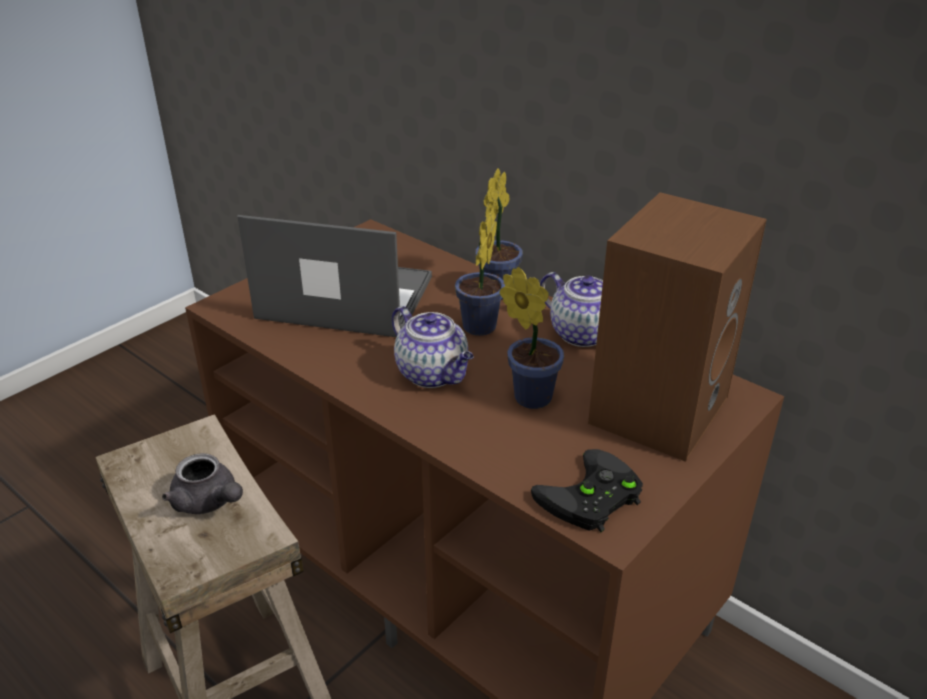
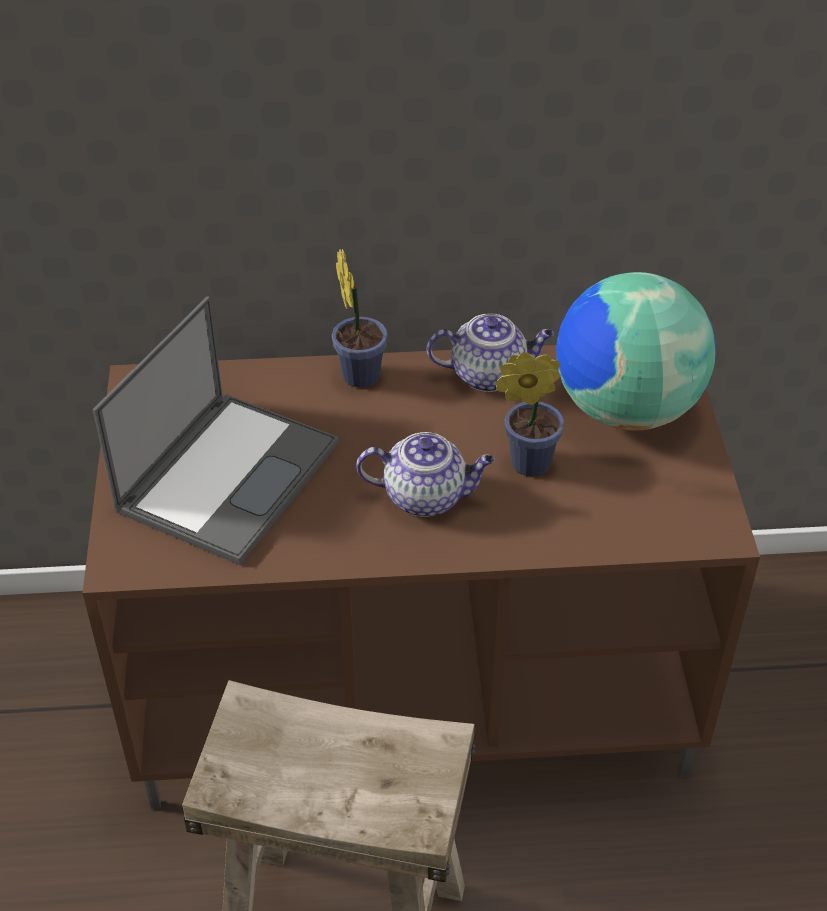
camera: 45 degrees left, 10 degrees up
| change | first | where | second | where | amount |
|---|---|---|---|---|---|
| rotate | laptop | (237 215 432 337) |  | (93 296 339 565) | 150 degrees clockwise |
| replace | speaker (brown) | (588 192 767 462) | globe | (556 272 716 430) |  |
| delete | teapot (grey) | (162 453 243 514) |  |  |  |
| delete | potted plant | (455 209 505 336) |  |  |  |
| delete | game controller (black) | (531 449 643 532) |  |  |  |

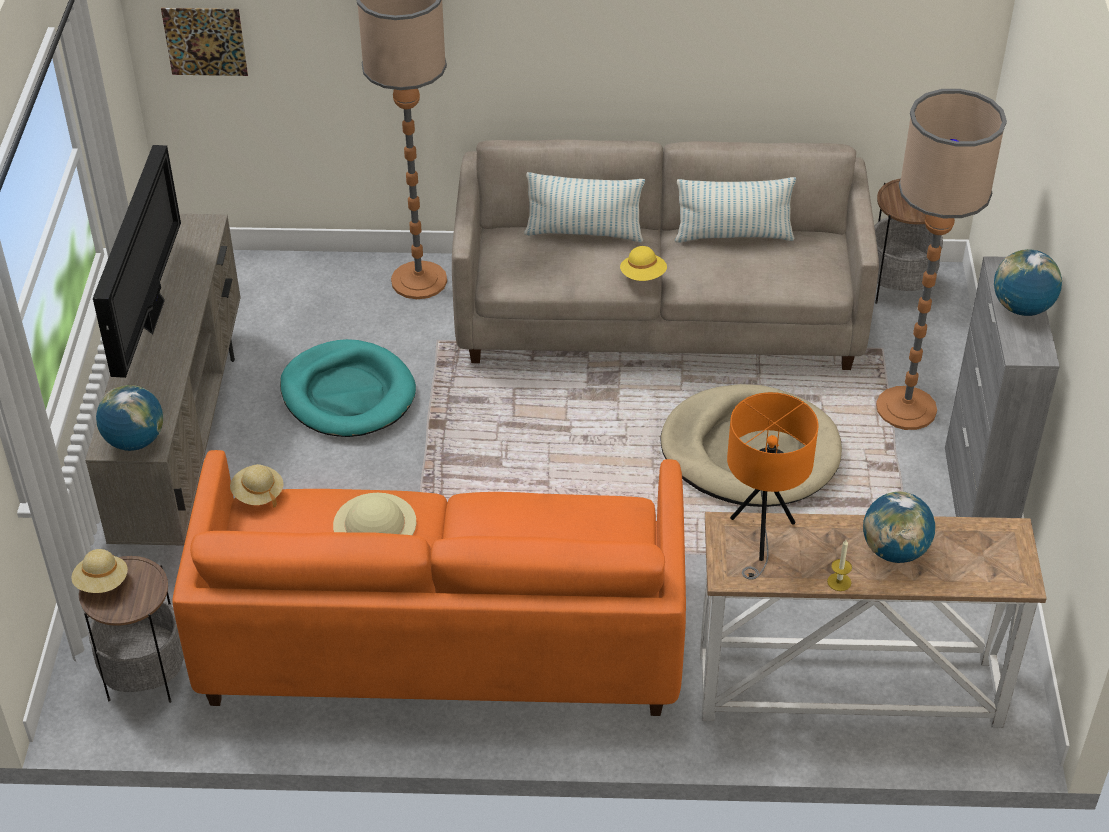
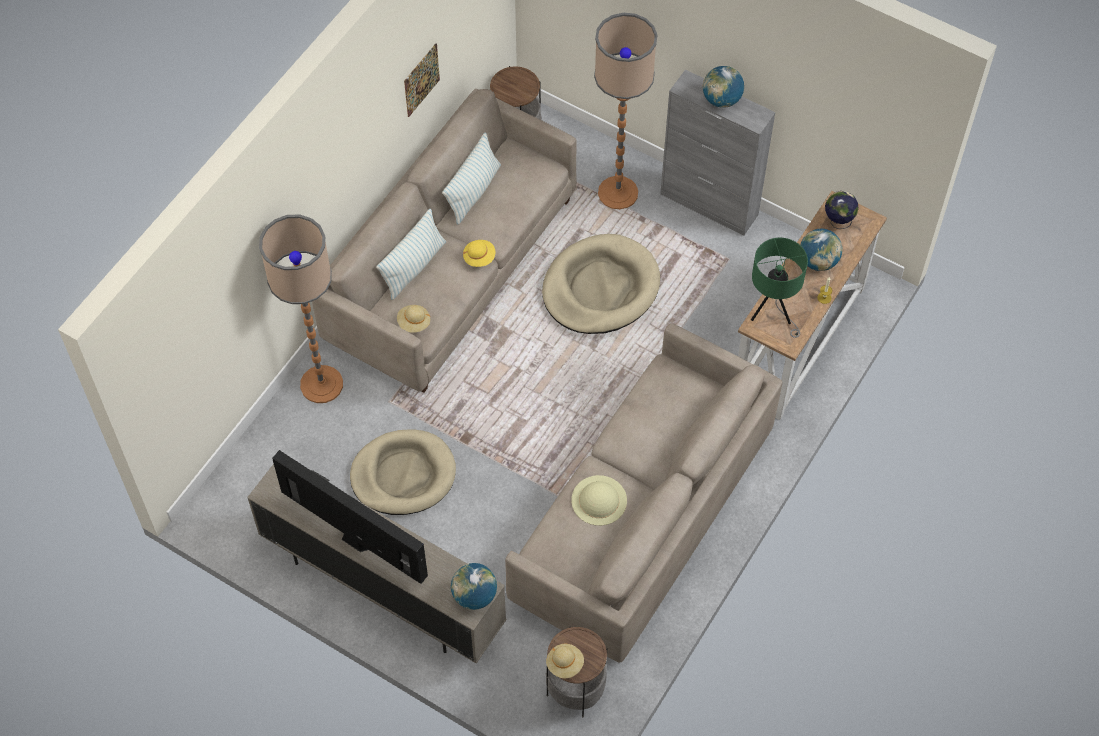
camera: 60 degrees left, 15 degrees up
| change | first | where | second | where | amount |
|---|---|---|---|---|---|
| recolor | dog bed (turquoise) | (280 339 416 437) | dog bed (beige) | (350 430 456 515) |  |
| move | hat (beige) | (230 464 284 508) |  | (397 305 431 333) |  |
| move | picture | (161 8 248 76) |  | (404 43 440 117) |  |
| recolor | sofa (orange) | (173 450 686 716) | sofa (beige) | (505 324 782 662) |  |
| recolor | table lamp (orange) | (727 392 818 580) | table lamp (green) | (751 238 808 338) |  |
| insert |  |  | globe | (825 191 859 229) |  |

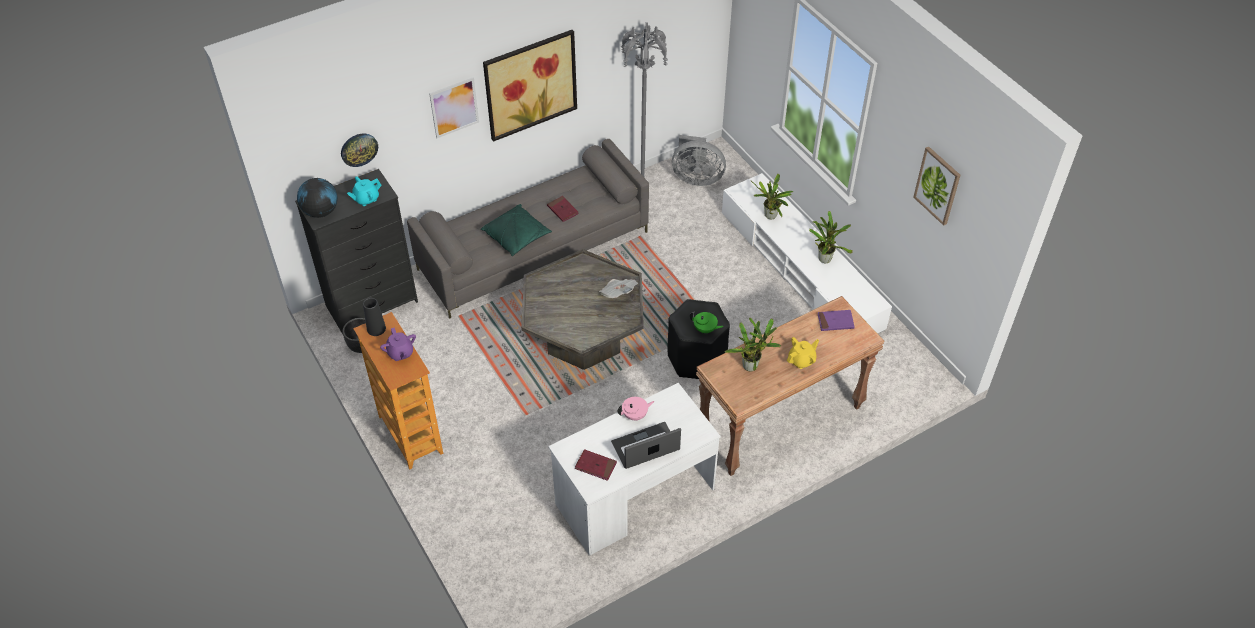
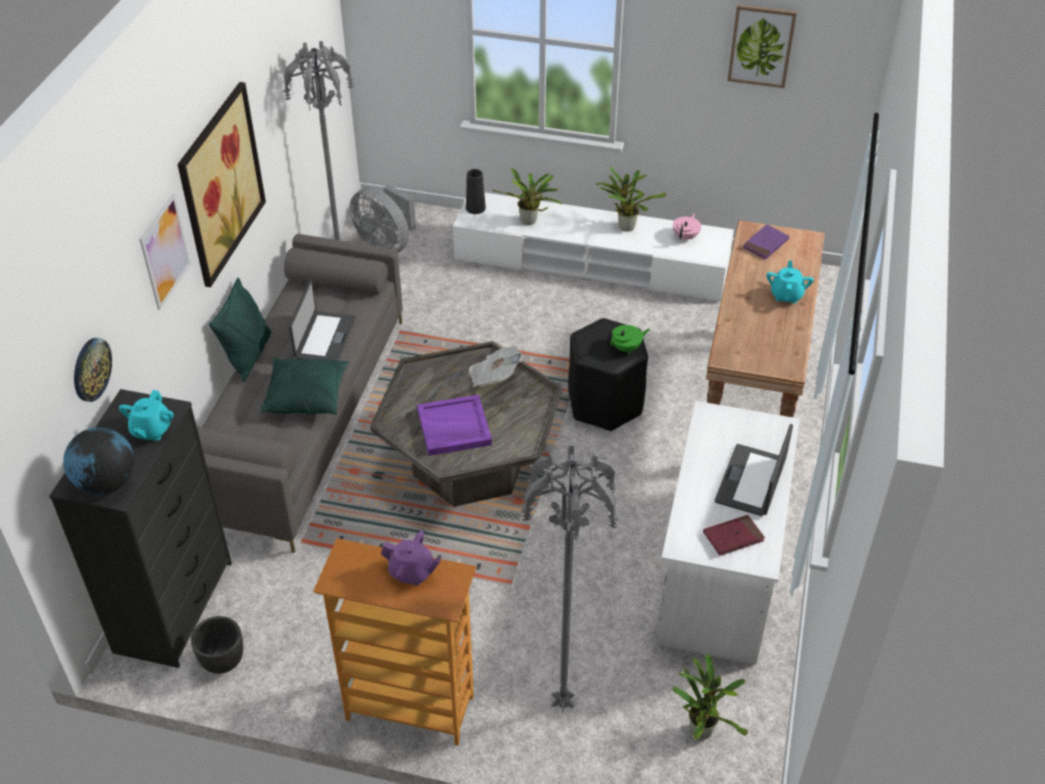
camera: 45 degrees left, 5 degrees down
| change | first | where | second | where | amount |
|---|---|---|---|---|---|
| insert |  |  | pillow (green) | (209 278 271 382) |  |
| replace | book (red) | (547 196 579 222) | laptop | (289 280 356 361) |  |
| rotate | fan (grey) | (672 135 726 186) |  | (350 185 416 253) | 75 degrees clockwise |
| insert |  |  | tray (purple) | (417 395 492 456) |  |
| move | vase (black) | (363 298 386 336) |  | (466 169 486 214) |  |
| insert |  |  | floor lamp (grey) | (521 445 619 713) |  |
| move | teapot (pink) | (618 397 654 421) |  | (673 213 701 241) |  |
| move | potted plant | (725 318 781 371) |  | (673 654 748 740) |  |
| recolor | teapot (yellow) | (787 337 819 369) | teapot (turquoise) | (766 260 814 303) |  |

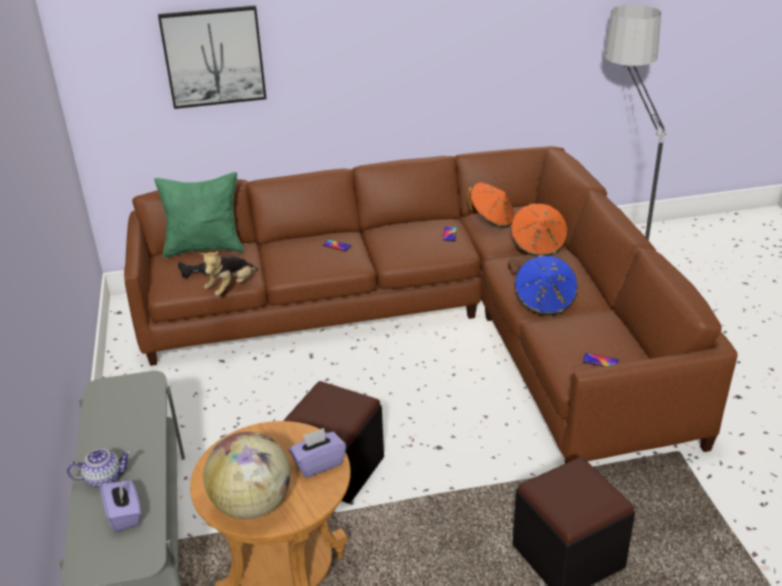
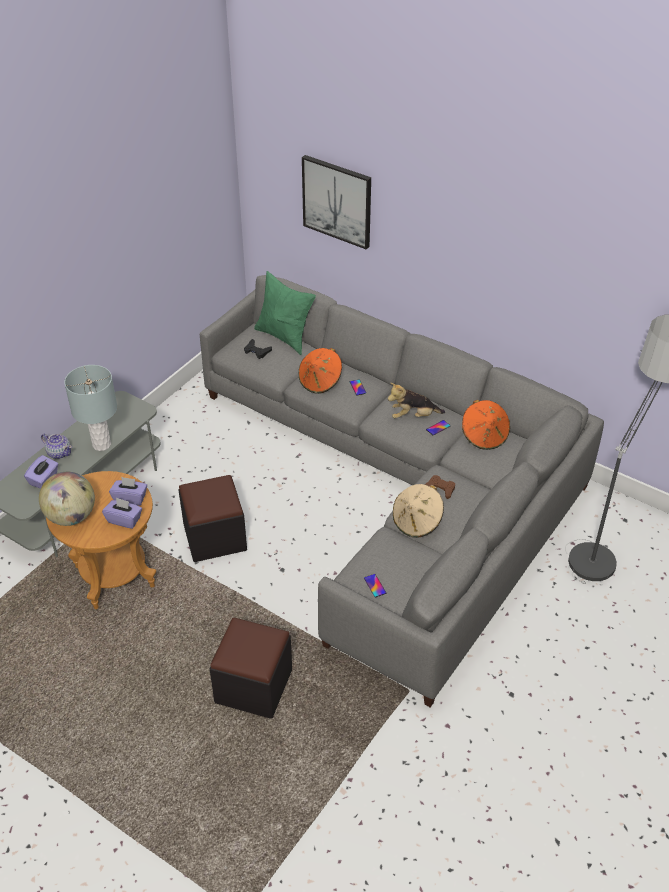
camera: 45 degrees right, 10 degrees up
| change | first | where | second | where | amount |
|---|---|---|---|---|---|
| insert |  |  | table lamp (grey) | (64 365 117 451) |  |
| insert |  |  | tissue box (purple) | (109 477 147 506) |  |
| recolor | sofa (brown) | (124 146 738 464) | sofa (grey) | (200 275 604 707) |  |
| move | hat (orange) | (510 203 568 256) |  | (298 348 342 394) |  |
| move | plush toy | (200 251 258 296) |  | (387 383 445 418) |  |
| recolor | hat (blue) | (514 255 578 315) | hat (beige) | (393 484 444 538) |  |

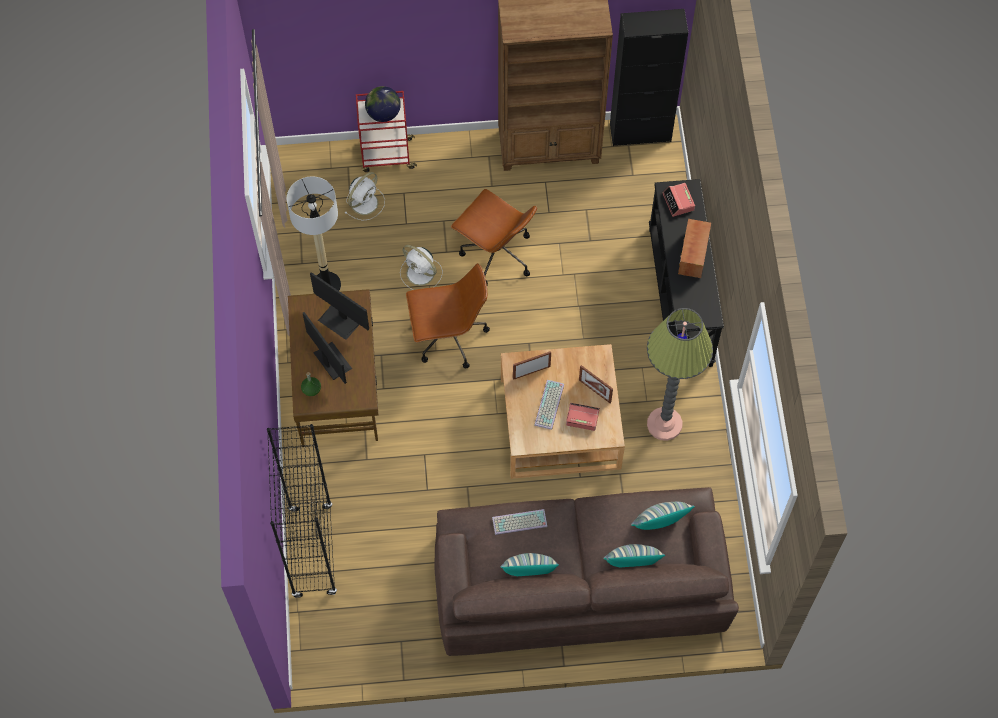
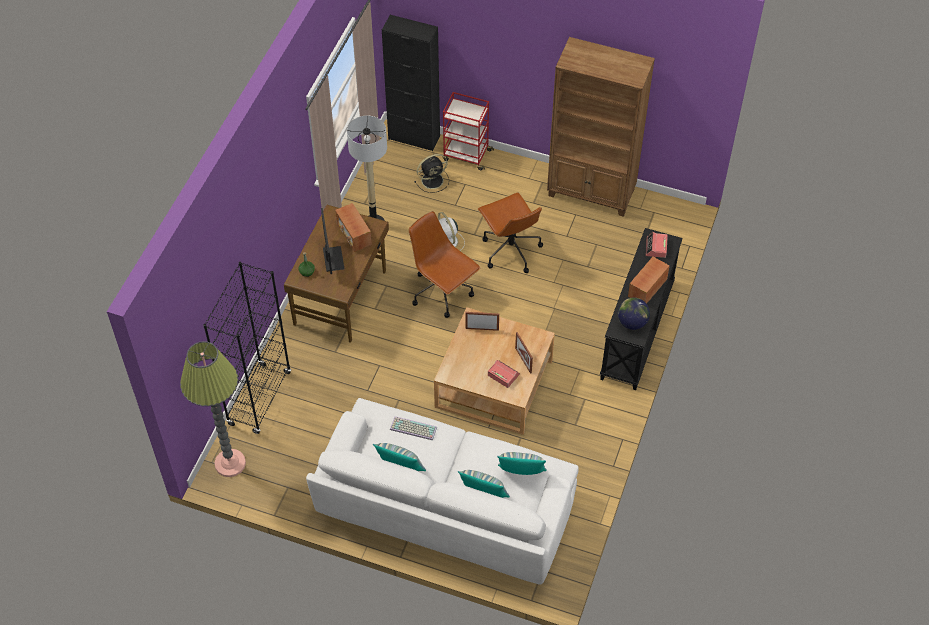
camera: 25 degrees right, 10 degrees down
| change | first | where | second | where | amount |
|---|---|---|---|---|---|
| move | floor lamp | (647 308 713 441) |  | (180 341 246 477) |  |
| recolor | sofa (brown) | (434 487 739 656) | sofa (white) | (306 398 579 585) |  |
| replace | monitor | (310 272 369 340) | radio | (335 203 372 252) |  |
| move | cabinet (black) | (610 9 688 146) |  | (382 15 440 151) |  |
| rotate | office chair (brown) | (406 263 490 369) |  | (409 211 480 318) | 150 degrees counterclockwise |
| recolor | fan (white) | (345 172 385 221) | fan (black) | (414 154 449 193) |  |
| move | globe | (365 86 401 122) |  | (618 298 650 330) |  |
| delete | keyboard | (534 380 564 430) |  |  |  |

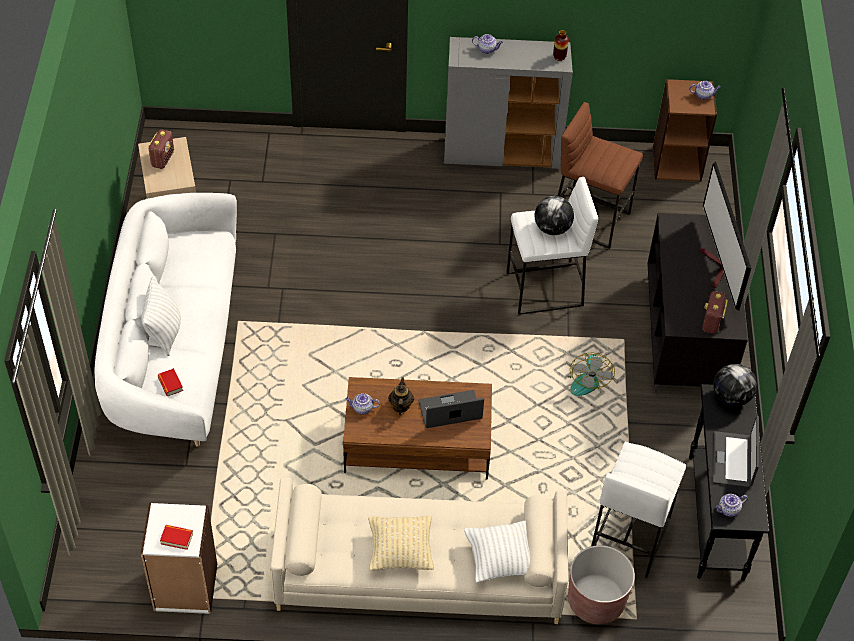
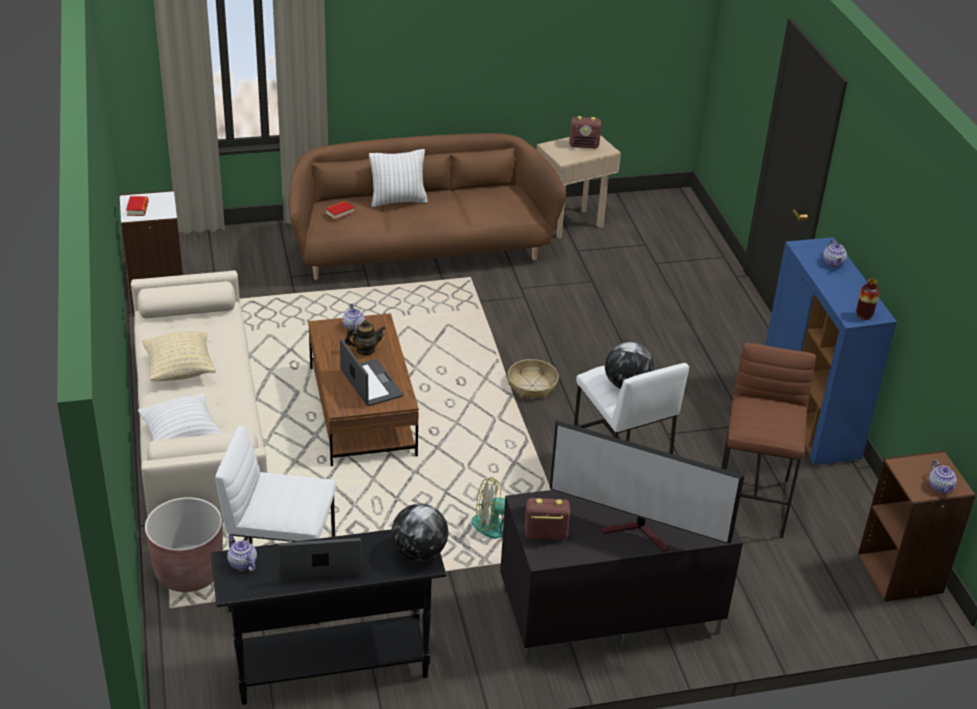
camera: 75 degrees right, 15 degrees down
| change | first | where | second | where | amount |
|---|---|---|---|---|---|
| recolor | sofa (white) | (95 193 237 447) | sofa (brown) | (289 133 566 280) |  |
| insert |  |  | basket | (508 359 559 399) |  |
| rotate | television | (700 161 751 310) |  | (550 420 745 552) | 135 degrees counterclockwise |
| recolor | cabinet (grey) | (444 37 573 169) | cabinet (blue) | (765 237 897 465) |  |

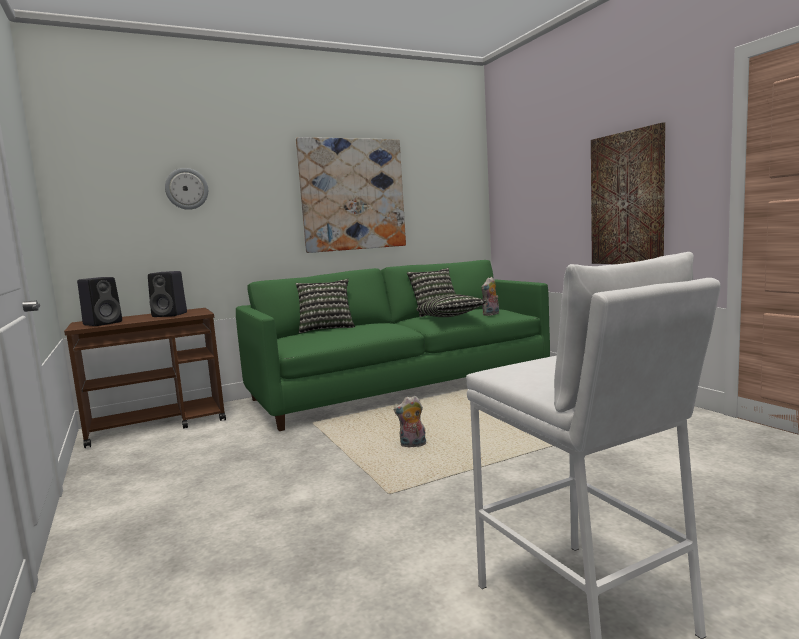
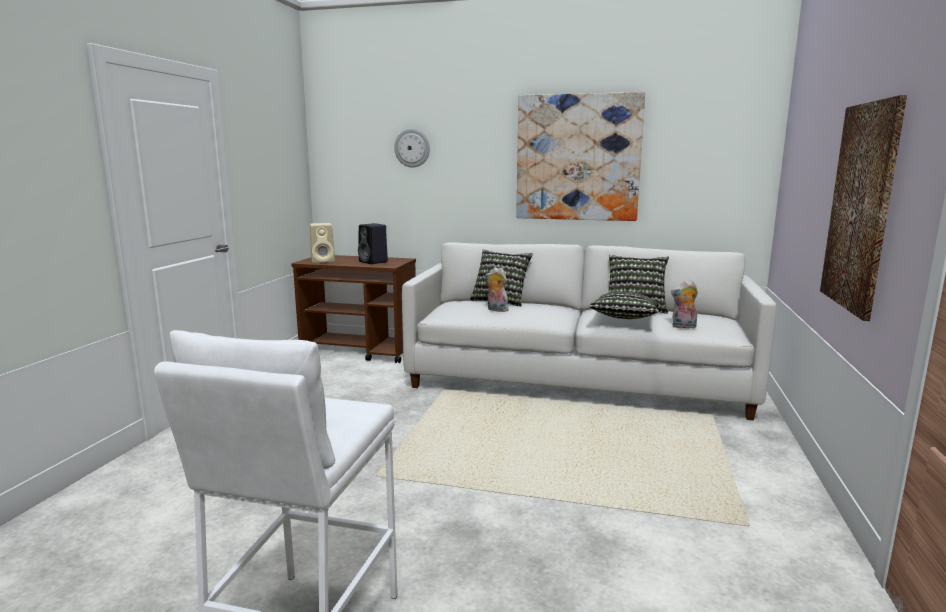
camera: 40 degrees right, 5 degrees up
| change | first | where | second | where | amount |
|---|---|---|---|---|---|
| recolor | speaker (black) | (77 277 122 326) | speaker (beige) | (310 223 335 263) |  |
| recolor | sofa (green) | (236 260 550 431) | sofa (white) | (402 242 776 420) |  |
| move | plush toy | (394 396 426 447) |  | (485 267 510 312) |  |

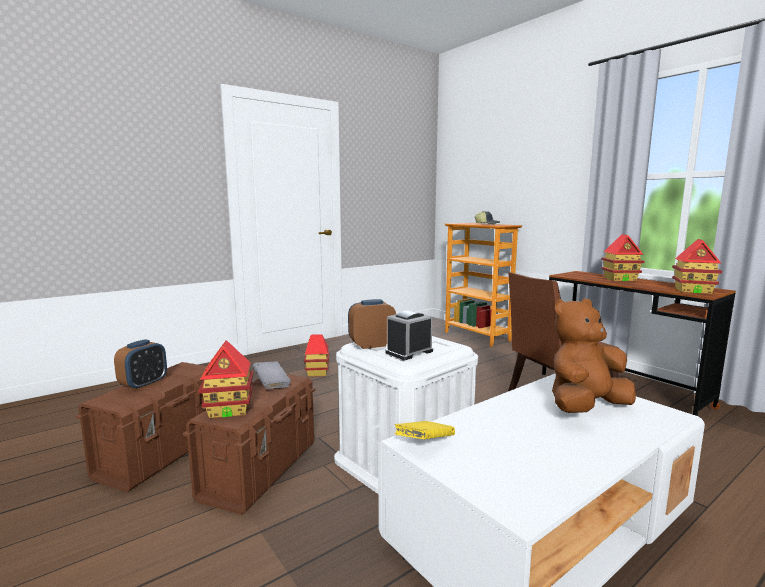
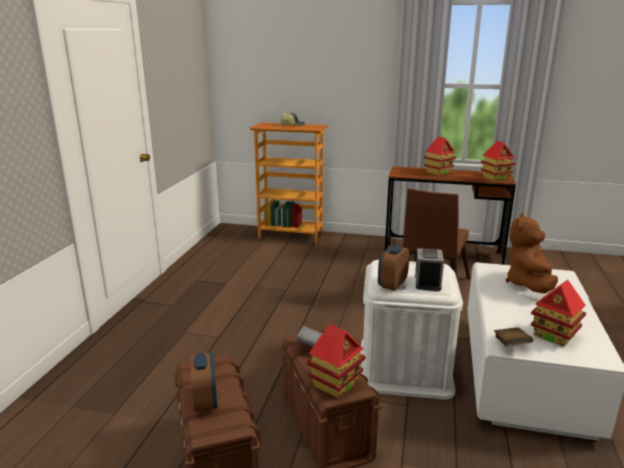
camera: 40 degrees left, 10 degrees up
| change | first | where | second | where | amount |
|---|---|---|---|---|---|
| recolor | book (yellow) | (395 421 455 439) | book (brown) | (494 327 533 347) |  |
| move | toy house | (304 334 329 377) |  | (531 280 586 347) |  |

